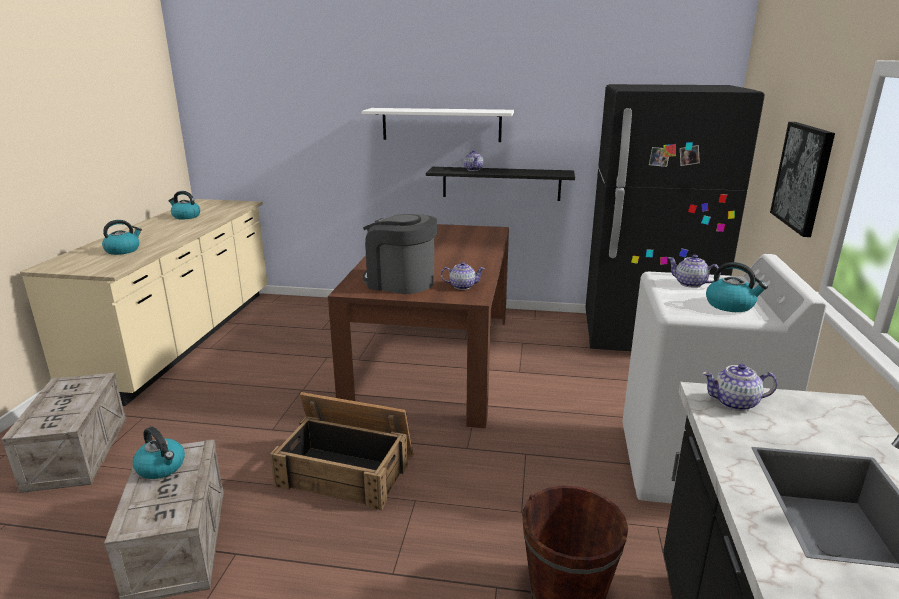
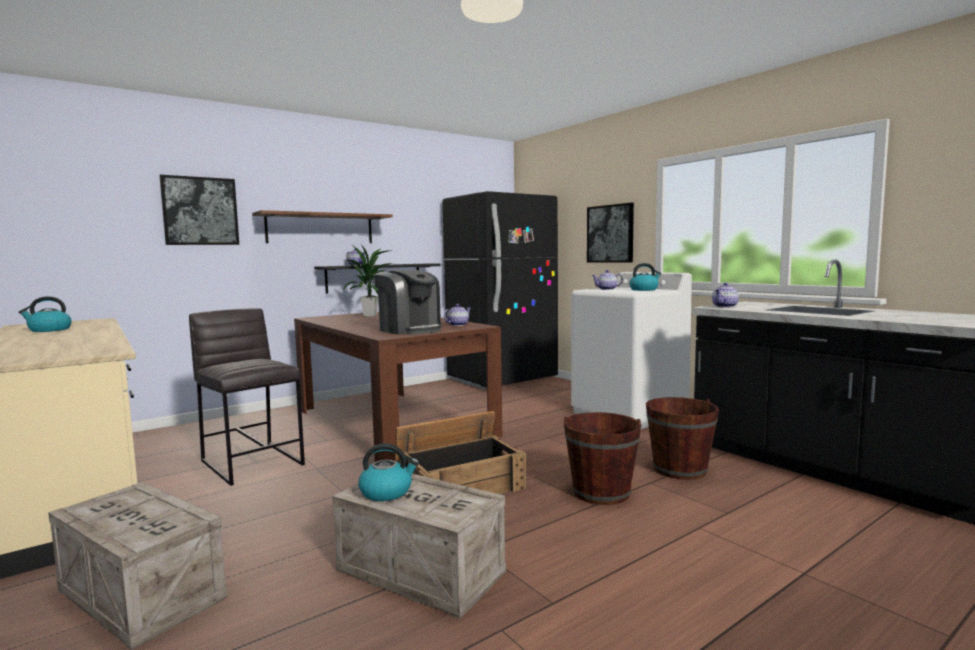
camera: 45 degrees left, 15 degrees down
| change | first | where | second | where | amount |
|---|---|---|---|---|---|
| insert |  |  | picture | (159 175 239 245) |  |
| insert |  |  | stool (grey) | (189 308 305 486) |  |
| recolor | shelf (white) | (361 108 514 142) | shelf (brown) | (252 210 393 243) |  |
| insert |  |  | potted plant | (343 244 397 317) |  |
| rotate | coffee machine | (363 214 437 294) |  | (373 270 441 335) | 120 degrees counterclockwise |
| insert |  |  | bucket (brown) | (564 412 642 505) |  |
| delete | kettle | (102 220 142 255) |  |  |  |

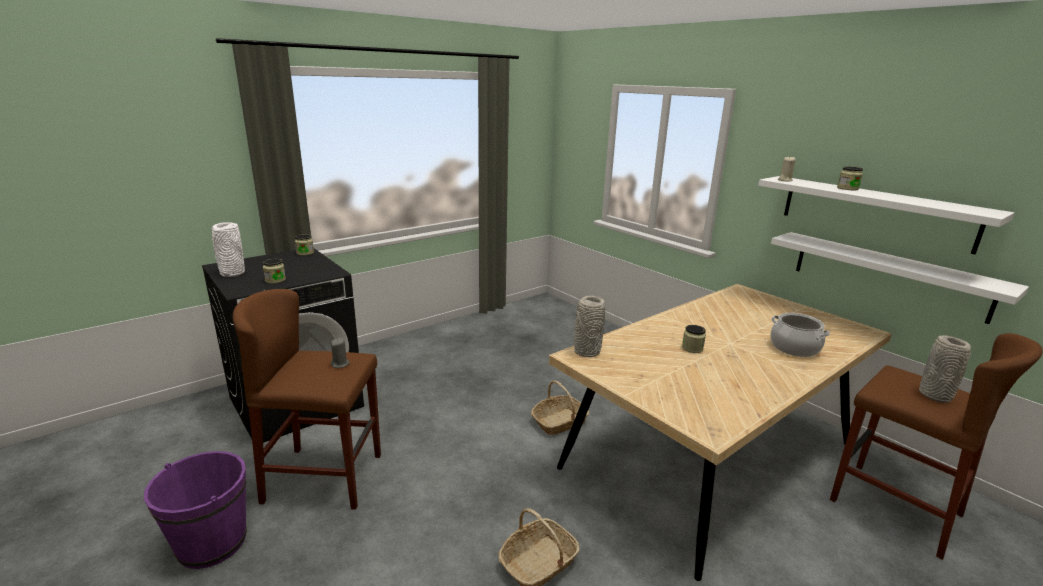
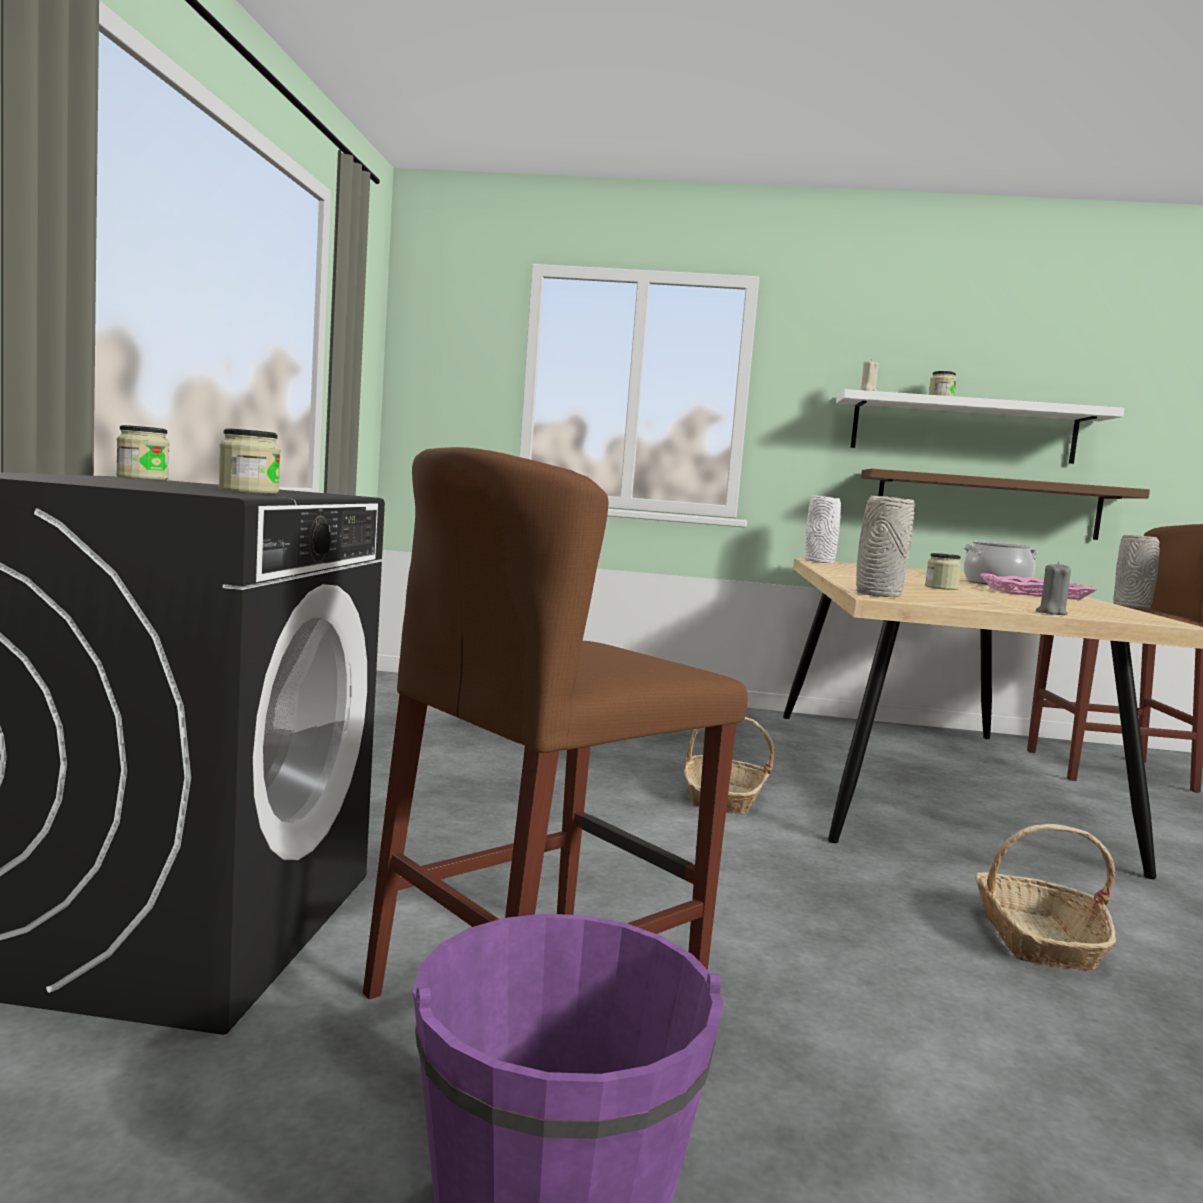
camera: 45 degrees left, 15 degrees down
| change | first | where | second | where | amount |
|---|---|---|---|---|---|
| move | vase (white) | (212 222 245 277) |  | (804 495 841 563) |  |
| recolor | shelf (white) | (771 232 1029 324) | shelf (brown) | (861 469 1150 540) |  |
| insert |  |  | tray (pink) | (980 573 1097 600) |  |
| move | candle (grey) | (331 338 350 368) |  | (1036 562 1071 615) |  |

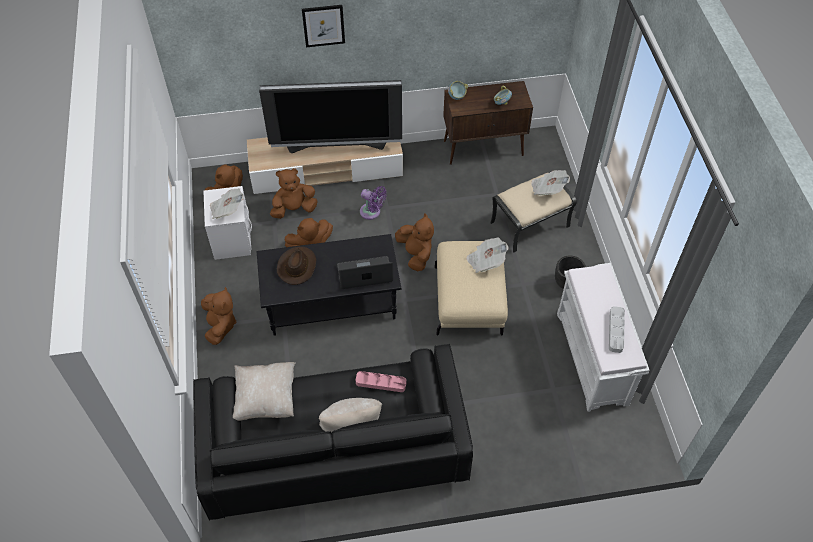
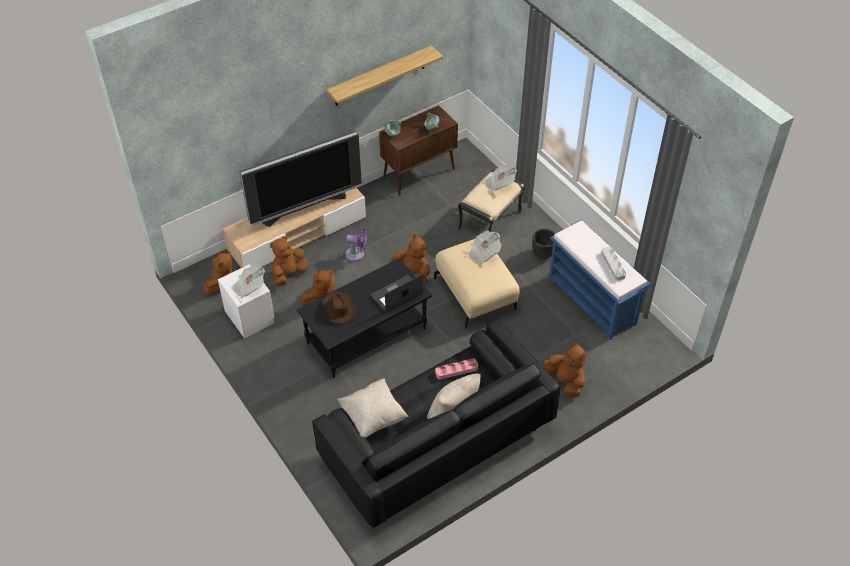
camera: 25 degrees left, 5 degrees down
| change | first | where | second | where | amount |
|---|---|---|---|---|---|
| insert |  |  | shelf | (326 46 443 106) |  |
| move | plush toy (brown) | (201 287 236 345) |  | (544 341 586 398) |  |
| recolor | bench (white) | (557 263 650 412) | bench (blue) | (548 220 650 340) |  |
| delete | picture | (302 5 345 47) |  |  |  |

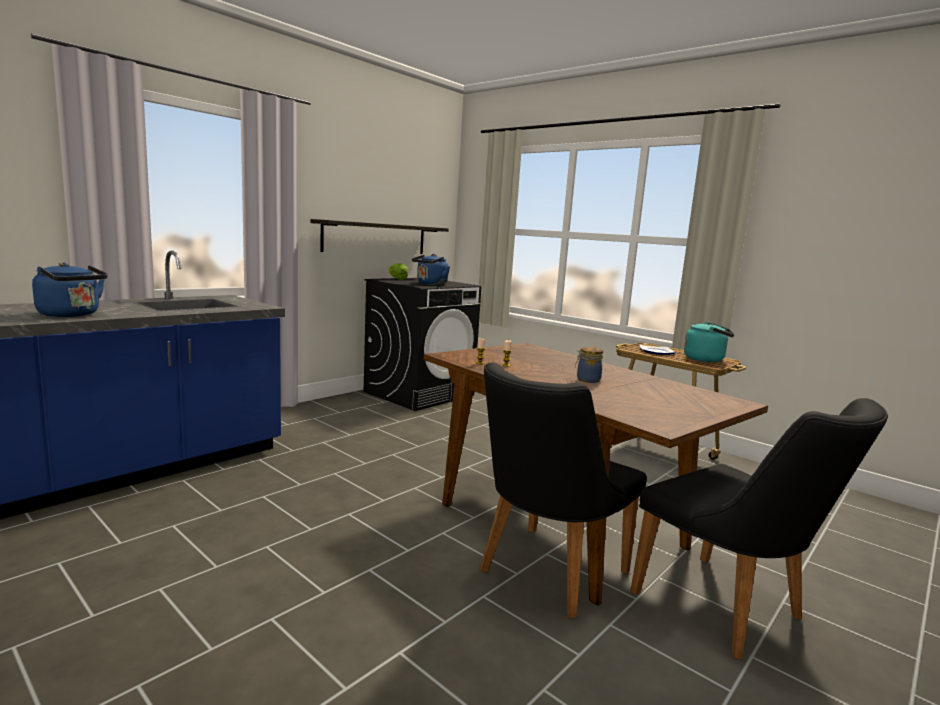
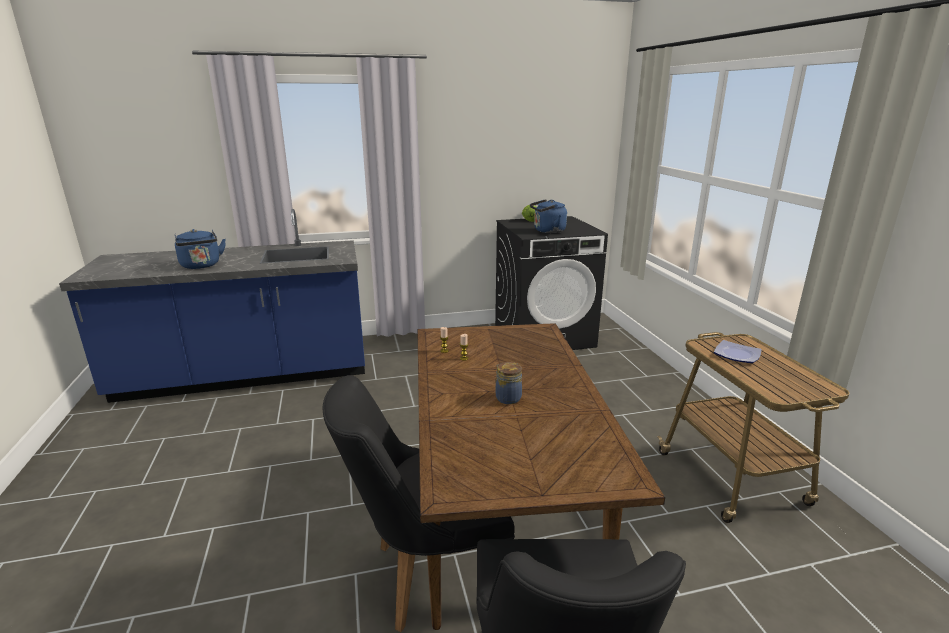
camera: 35 degrees right, 10 degrees up
| change | first | where | second | where | amount |
|---|---|---|---|---|---|
| delete | shelf | (310 219 449 254) |  |  |  |
| delete | kettle (turquoise) | (684 322 734 362) |  |  |  |

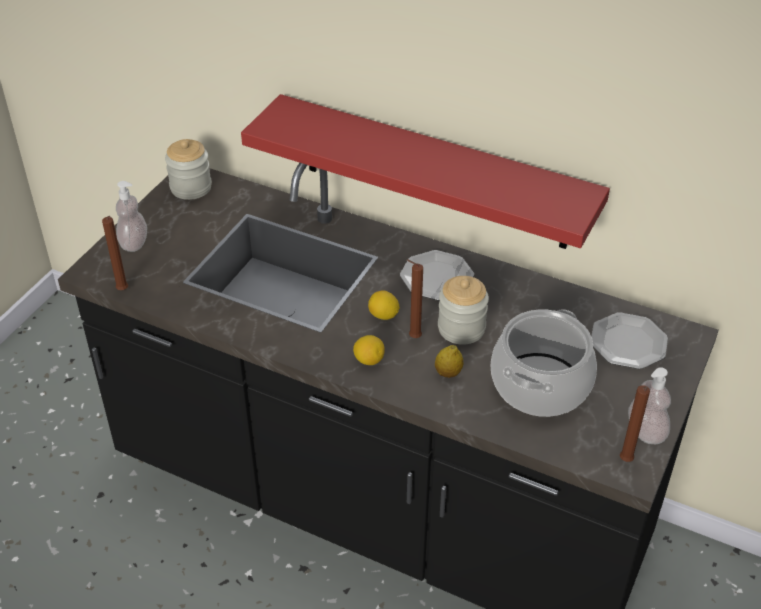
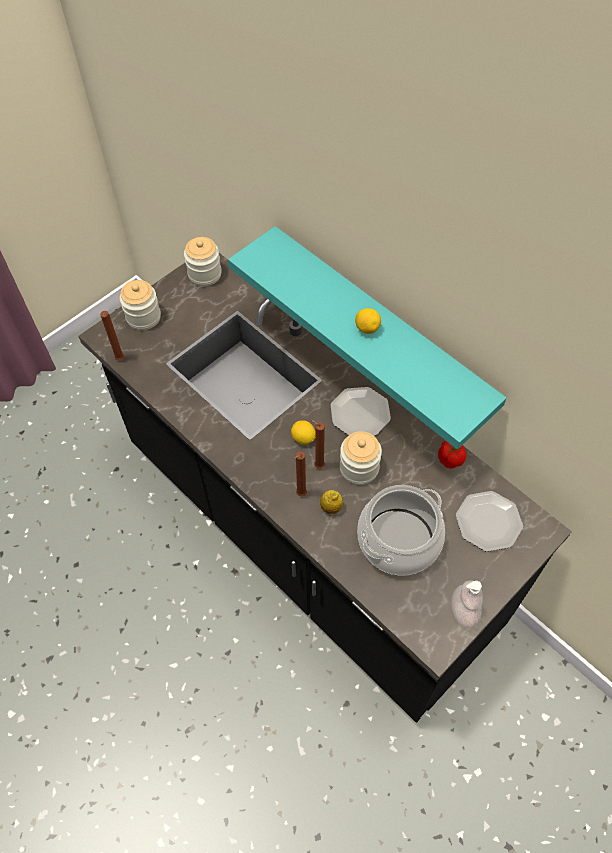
camera: 20 degrees right, 15 degrees up
| change | first | where | second | where | amount |
|---|---|---|---|---|---|
| replace | soap dispenser | (116 181 147 252) | jar | (120 280 161 330) |  |
| recolor | shelf (red) | (241 94 610 249) | shelf (turquoise) | (228 226 506 449) |  |
| move | candle (brown) | (620 385 650 462) |  | (295 451 307 496) |  |
| move | lemon | (353 335 385 365) |  | (355 308 381 334) |  |
| insert |  |  | tomato | (438 441 466 468) |  |

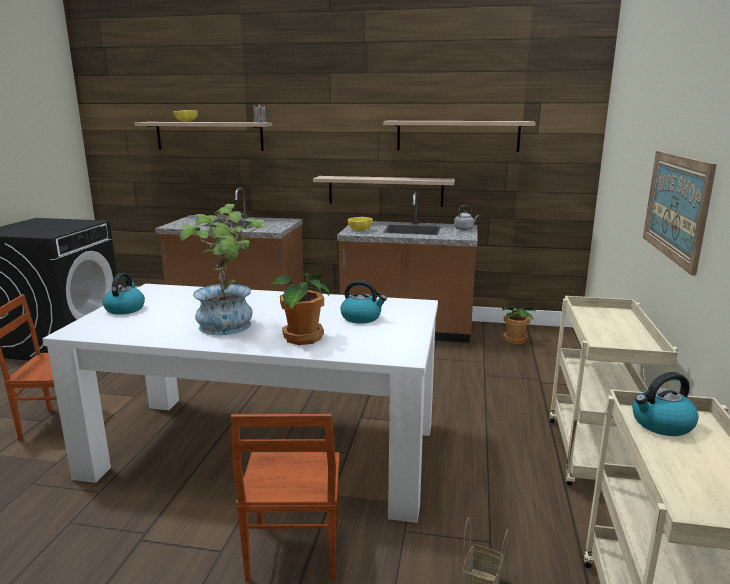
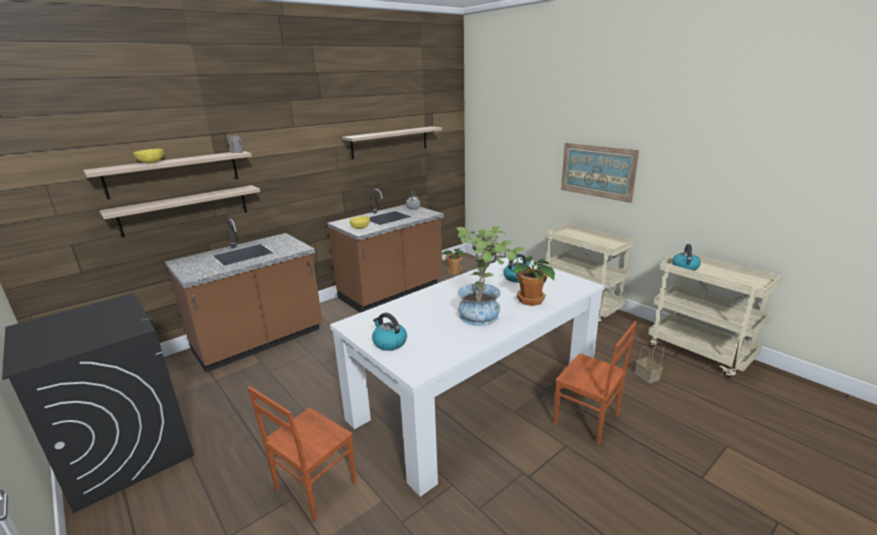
camera: 50 degrees left, 5 degrees up
| change | first | where | second | where | amount |
|---|---|---|---|---|---|
| move | shelf | (313 176 455 207) |  | (99 185 260 237) |  |

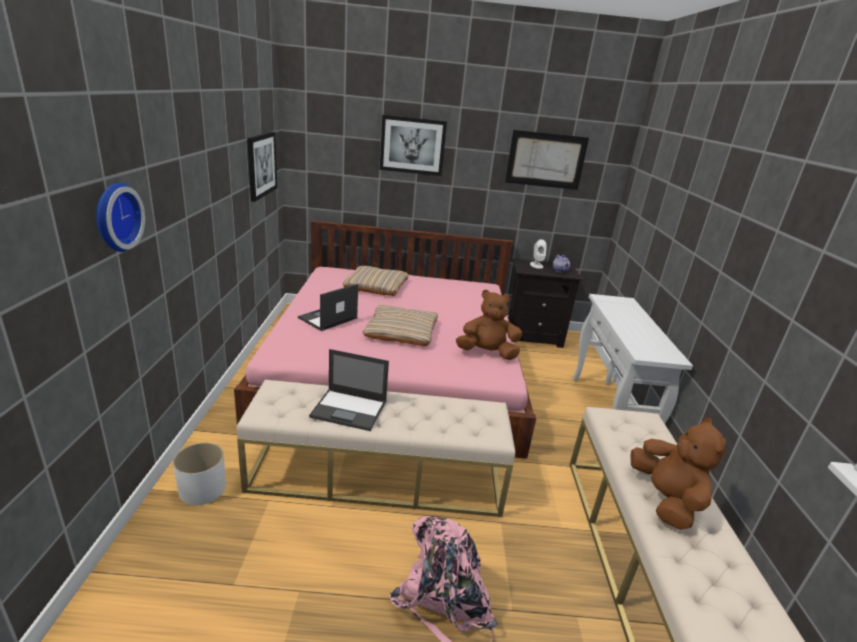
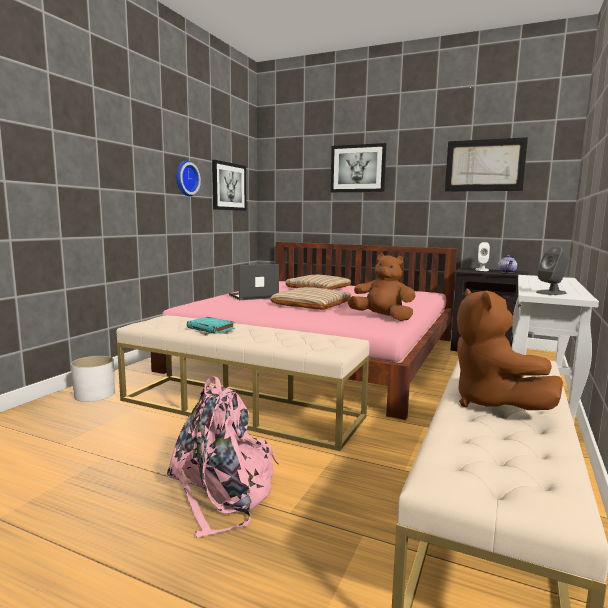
camera: 25 degrees right, 15 degrees down
| change | first | where | second | where | amount |
|---|---|---|---|---|---|
| move | wall clock | (96 183 145 252) |  | (176 161 201 196) |  |
| replace | laptop | (309 349 389 431) | book (turquoise) | (187 317 235 334) |  |
| rotate | plush toy (brown) | (631 417 726 530) |  | (457 288 563 410) | 150 degrees clockwise |
| insert |  |  | speaker (grey) | (536 246 570 295) |  |

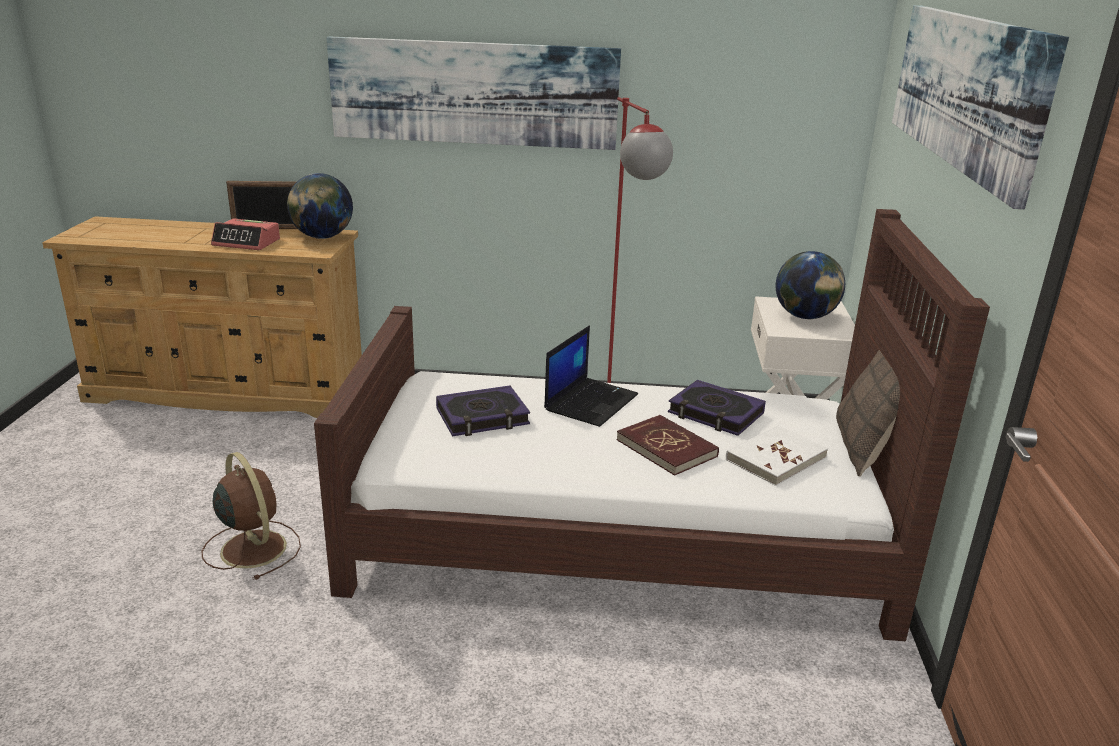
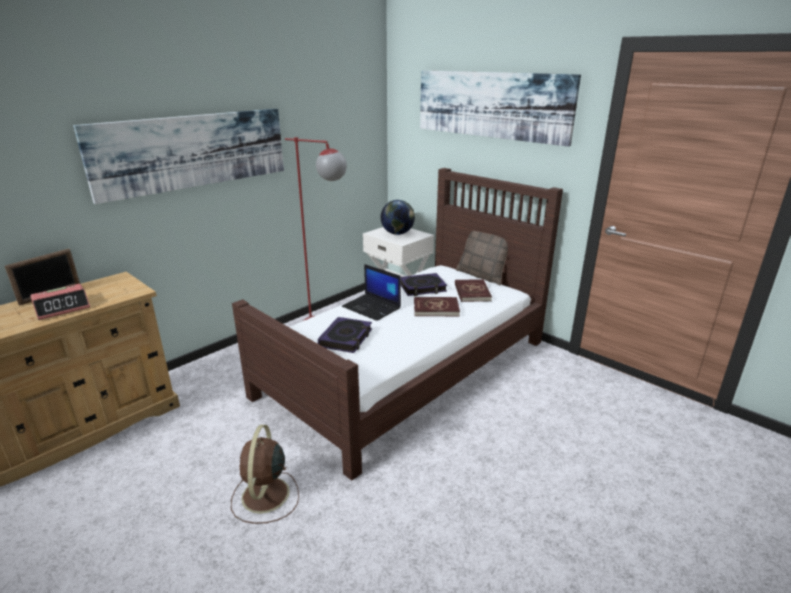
camera: 50 degrees left, 0 degrees up
| change | first | where | second | where | amount |
|---|---|---|---|---|---|
| rotate | fan (brown) | (202 452 301 580) |  | (231 425 299 524) | 90 degrees counterclockwise |
| rotate | laptop | (544 325 638 427) |  | (342 264 401 321) | 150 degrees clockwise |
| recolor | book (white) | (726 425 828 486) | book (red) | (455 279 492 302) |  |
| delete | globe | (287 173 353 239) |  |  |  |

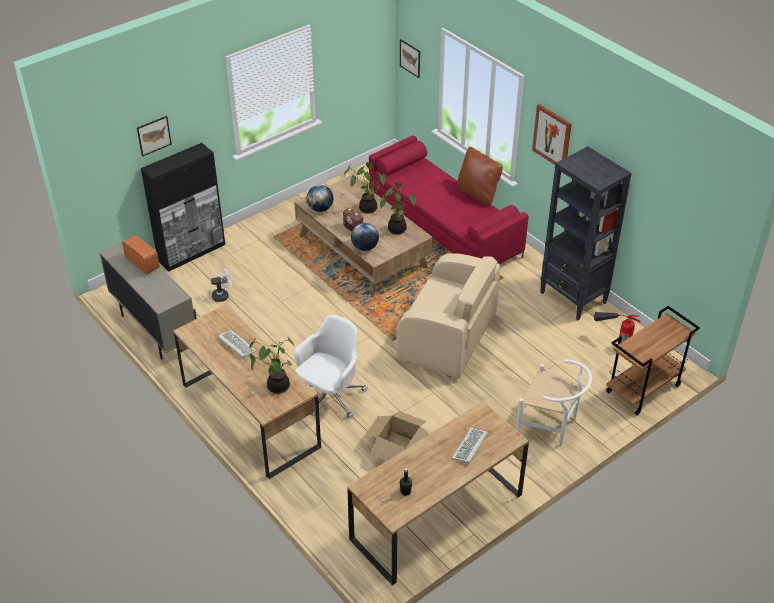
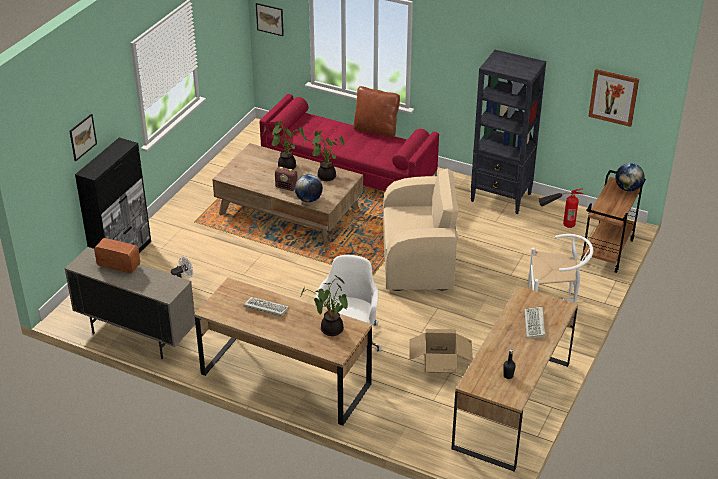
camera: 25 degrees left, 5 degrees down
| change | first | where | second | where | amount |
|---|---|---|---|---|---|
| move | picture | (532 104 572 165) |  | (588 69 639 127) |  |
| move | globe | (307 185 334 212) |  | (615 163 645 192) |  |

